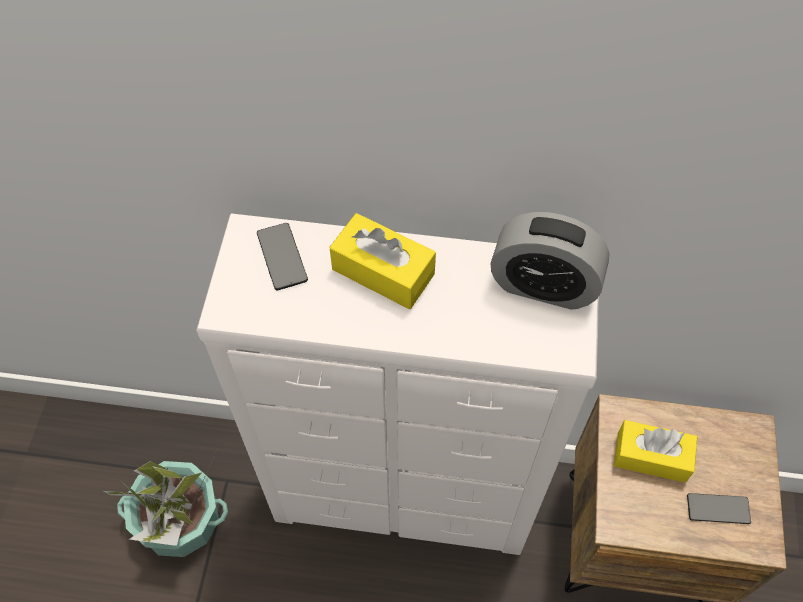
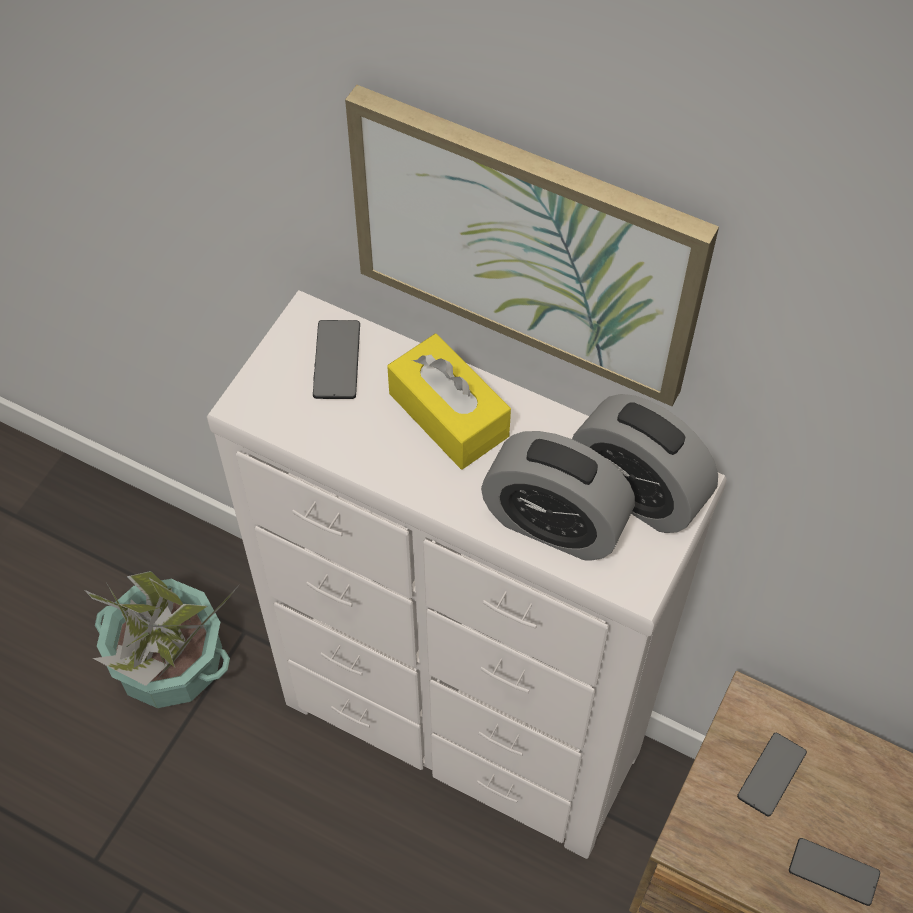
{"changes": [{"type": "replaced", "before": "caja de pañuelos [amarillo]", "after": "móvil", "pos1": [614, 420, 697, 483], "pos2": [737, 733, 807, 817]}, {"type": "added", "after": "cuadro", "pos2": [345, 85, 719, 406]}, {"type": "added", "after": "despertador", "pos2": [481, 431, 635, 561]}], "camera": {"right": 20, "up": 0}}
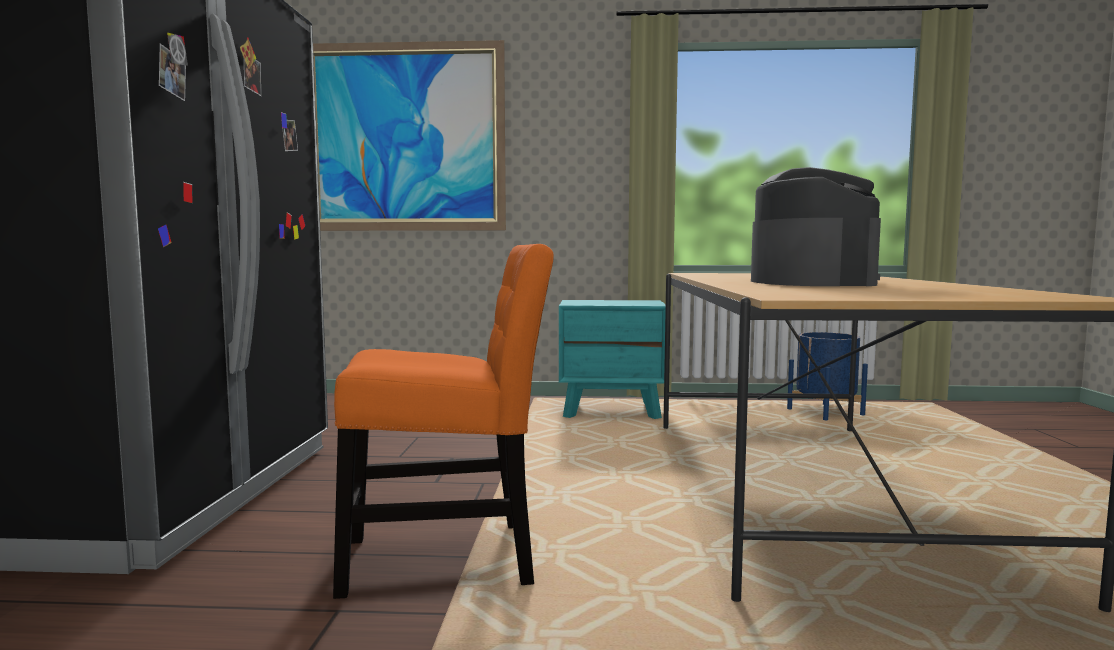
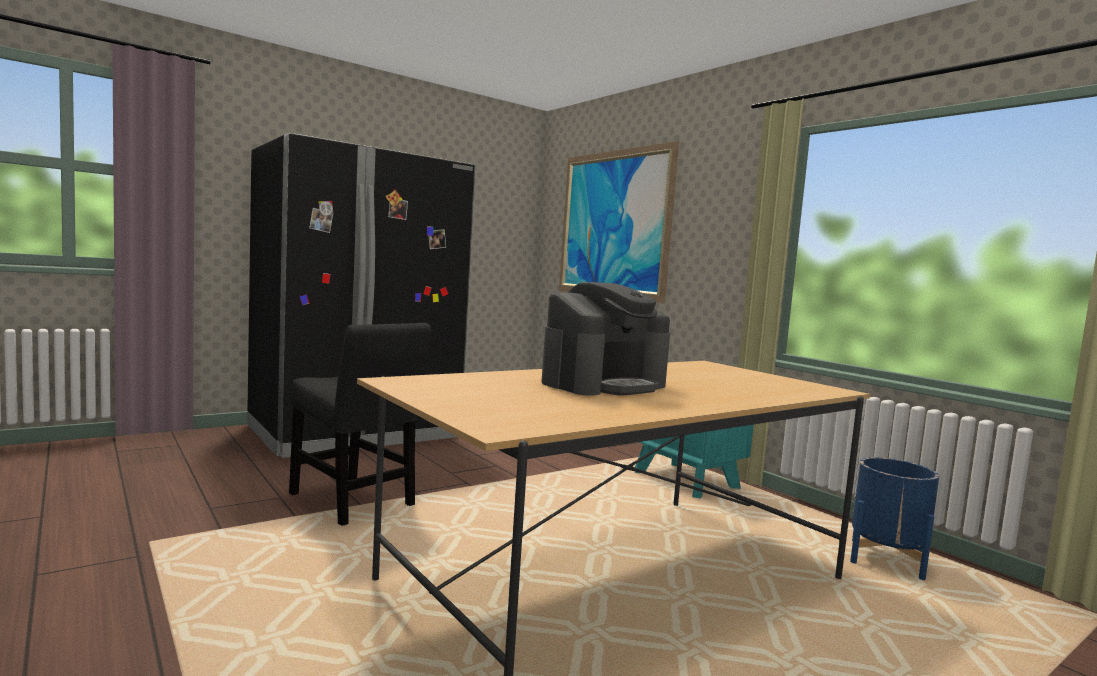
{"changes": [{"type": "recoloured", "before": "silla [naranja]", "after": "silla [negro]", "pos1": [333, 244, 554, 599], "pos2": [289, 323, 431, 526]}], "camera": {"right": 50, "up": 0}}
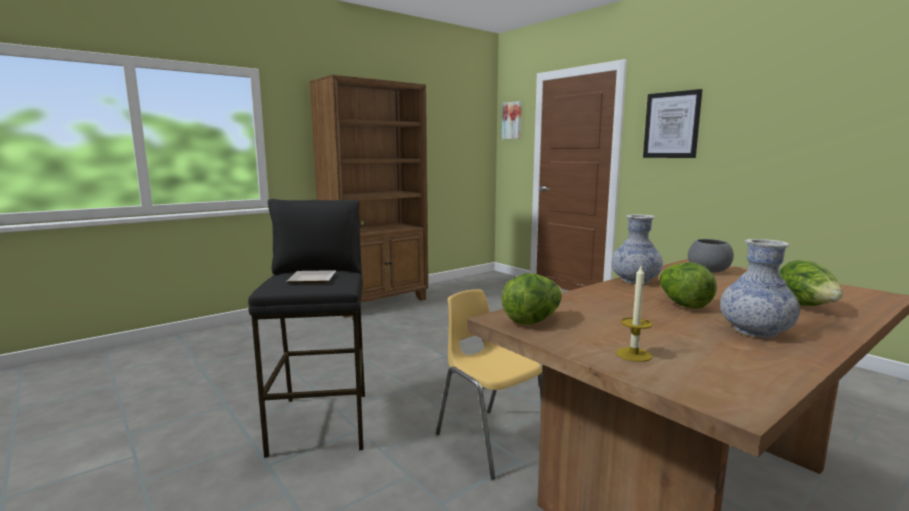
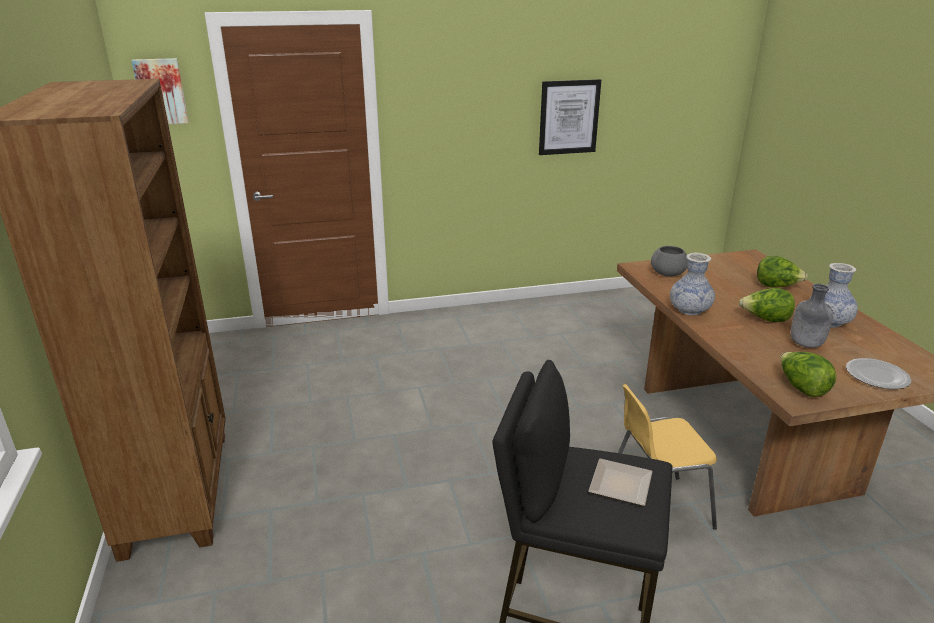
{"changes": [{"type": "replaced", "before": "vela", "after": "plato", "pos1": [616, 264, 652, 362], "pos2": [846, 358, 911, 389]}, {"type": "moved", "before": "cuadro", "pos1": [643, 89, 702, 158], "pos2": [539, 79, 601, 155]}, {"type": "added", "after": "botella [gris]", "pos2": [791, 284, 833, 348]}], "camera": {"right": -65, "up": 15}}
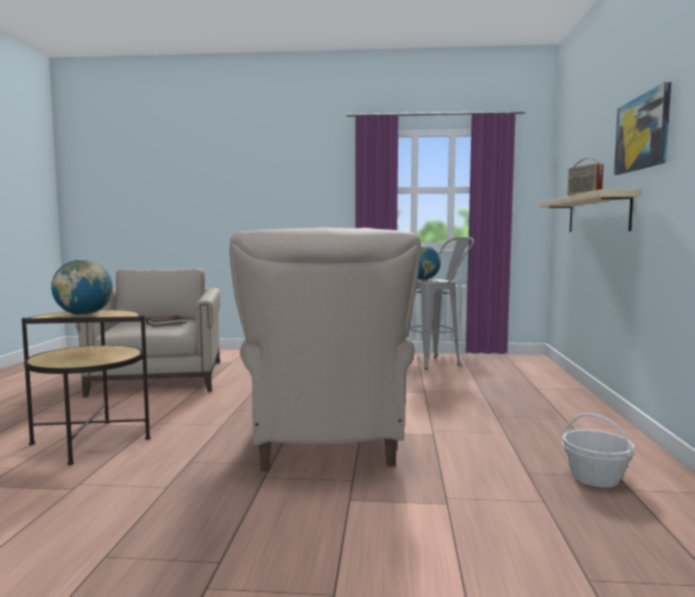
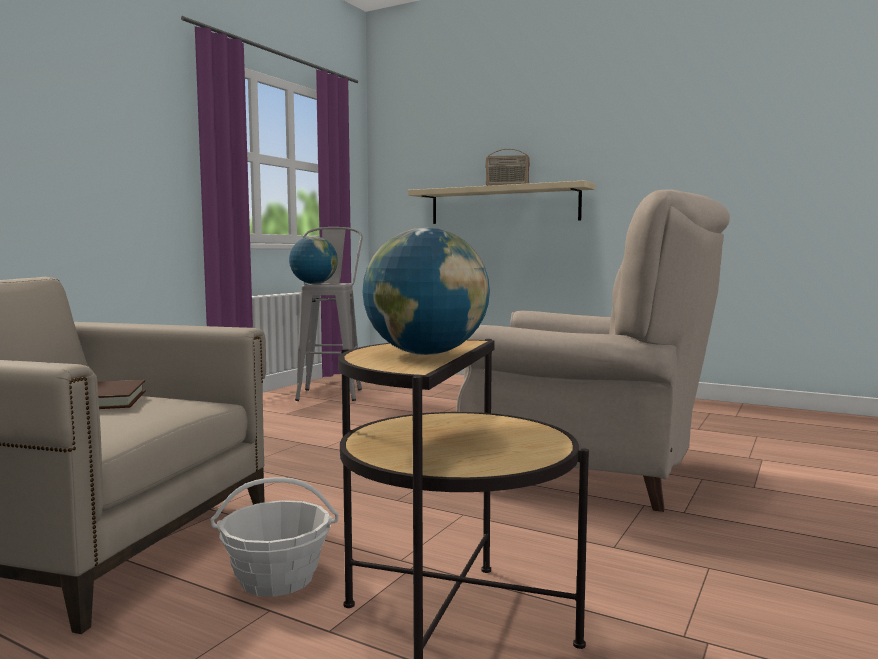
{"changes": [{"type": "moved", "before": "cesta", "pos1": [562, 413, 635, 487], "pos2": [210, 477, 339, 597]}, {"type": "removed", "before": "cuadro", "pos1": [614, 82, 671, 175]}], "camera": {"right": -65, "up": 0}}
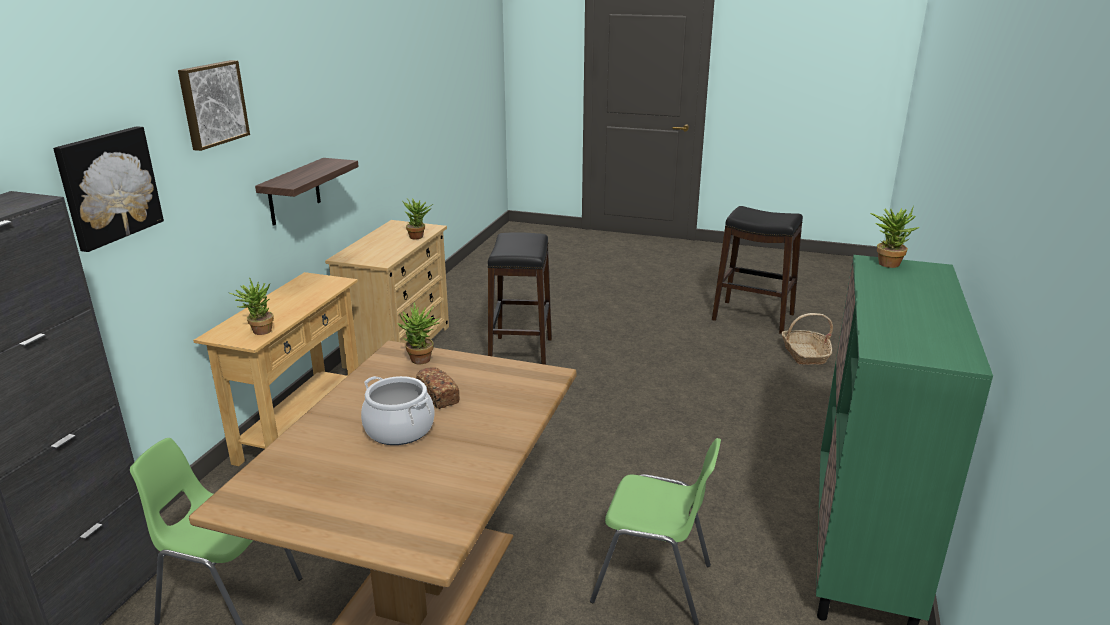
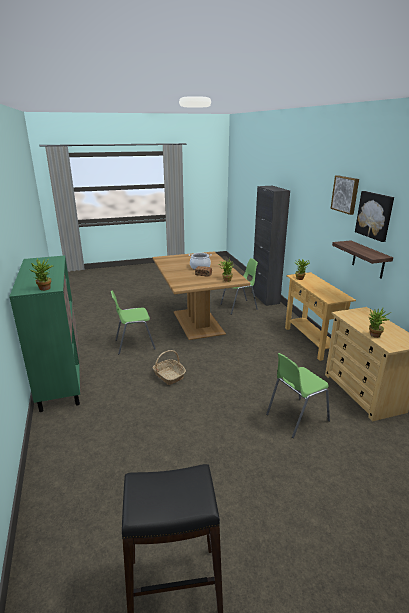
{"changes": [{"type": "moved", "before": "cuadro", "pos1": [53, 126, 164, 252], "pos2": [355, 191, 394, 242]}, {"type": "replaced", "before": "taburete [negro]", "after": "silla [verde]", "pos1": [488, 232, 552, 365], "pos2": [266, 353, 330, 438]}, {"type": "moved", "before": "cesta", "pos1": [781, 313, 833, 365], "pos2": [152, 350, 186, 385]}], "camera": {"right": 145, "up": 0}}
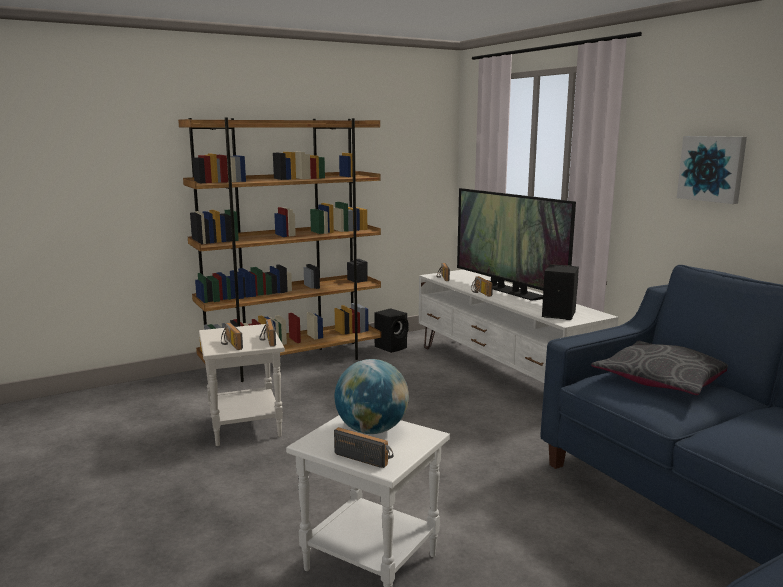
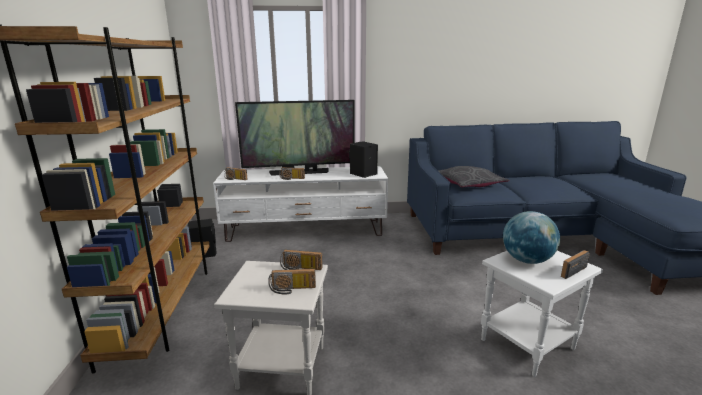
{"changes": [{"type": "removed", "before": "cuadro", "pos1": [677, 136, 747, 204]}], "camera": {"right": -65, "up": 5}}
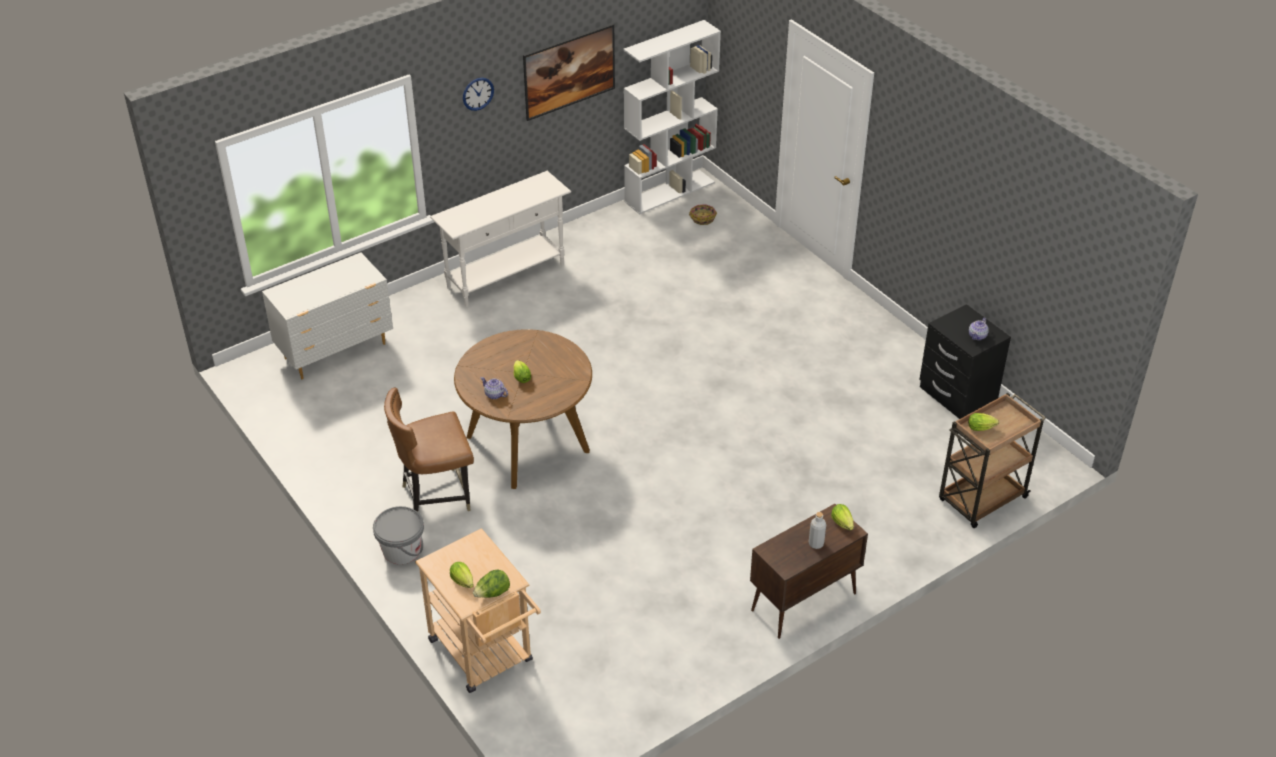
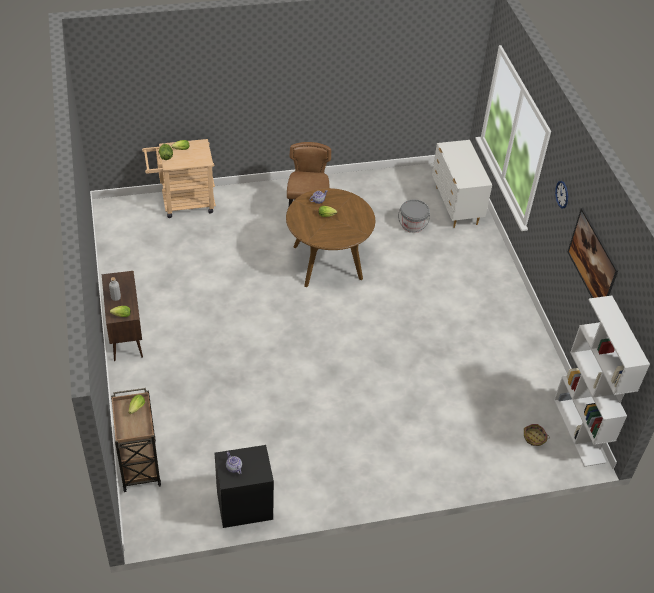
{"changes": [{"type": "moved", "before": "cubo [gris]", "pos1": [373, 506, 424, 564], "pos2": [398, 200, 430, 233]}, {"type": "removed", "before": "mesa consola [blanco]", "pos1": [430, 171, 571, 307]}], "camera": {"right": 110, "up": 5}}
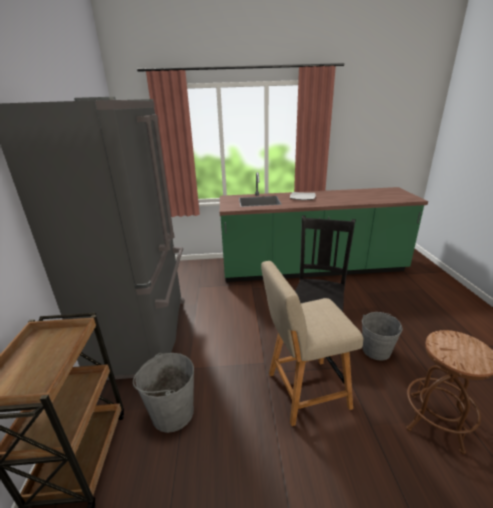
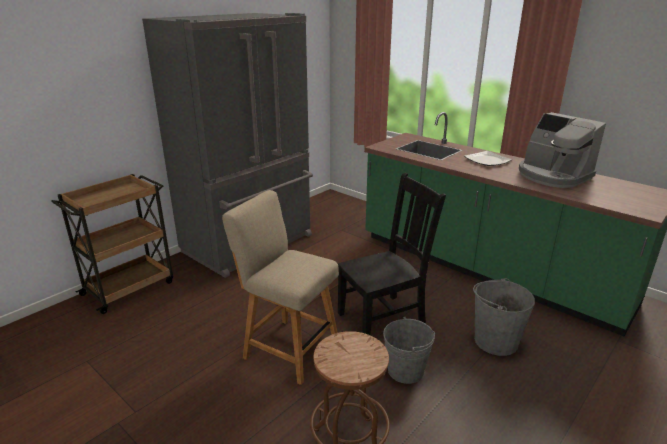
{"changes": [{"type": "moved", "before": "cubo [gris]", "pos1": [133, 353, 194, 433], "pos2": [473, 278, 535, 356]}, {"type": "added", "after": "cafetera", "pos2": [519, 112, 606, 188]}], "camera": {"right": 45, "up": 0}}
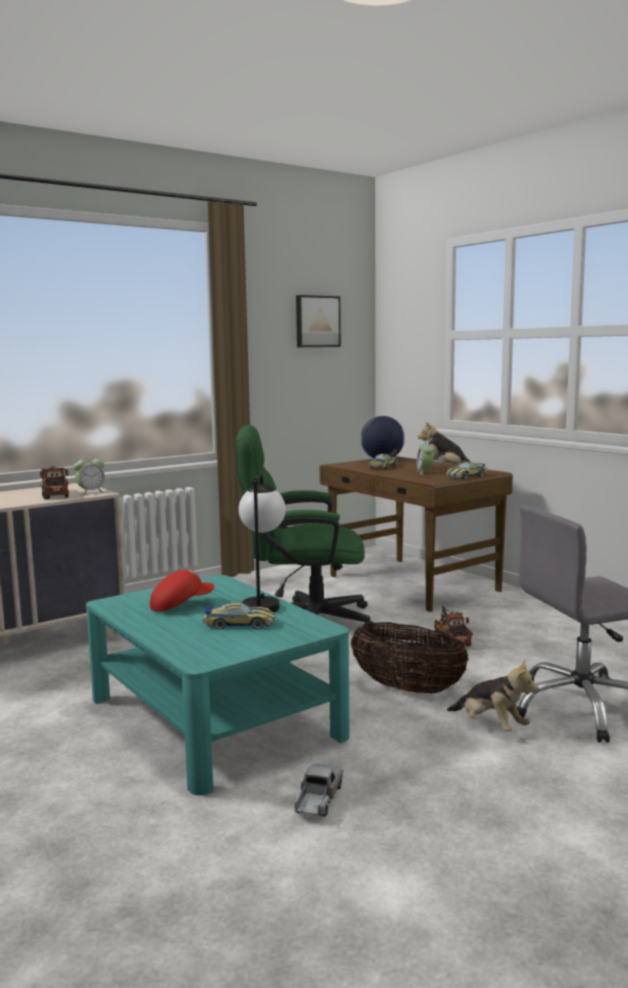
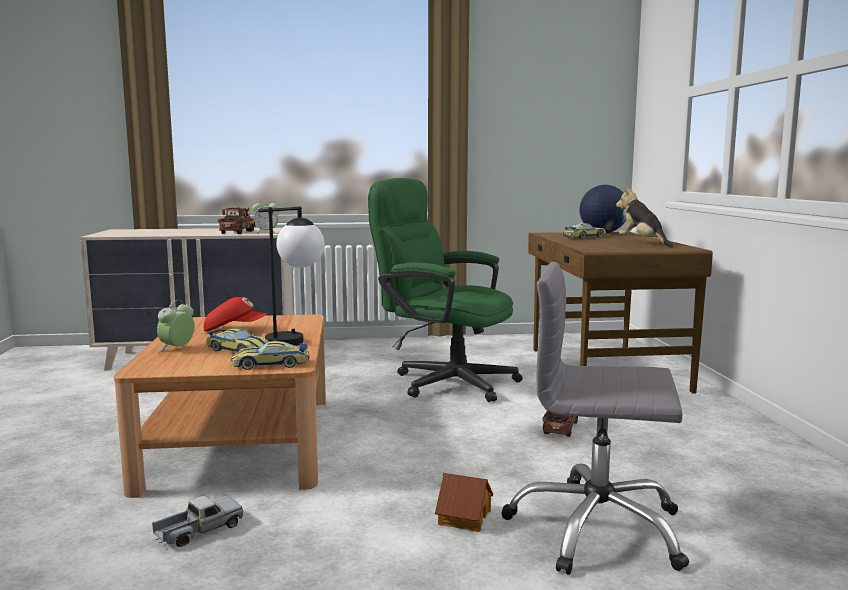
{"changes": [{"type": "recoloured", "before": "mesa de centro [turquesa]", "after": "mesa de centro [marrón]", "pos1": [86, 575, 350, 796], "pos2": [114, 315, 326, 498]}, {"type": "removed", "before": "cuadro", "pos1": [296, 295, 341, 347]}, {"type": "removed", "before": "cesta", "pos1": [350, 622, 469, 694]}, {"type": "moved", "before": "despertador", "pos1": [416, 440, 434, 475], "pos2": [157, 300, 195, 352]}, {"type": "moved", "before": "coche de juguete", "pos1": [446, 462, 487, 479], "pos2": [231, 341, 309, 370]}, {"type": "replaced", "before": "peluche", "after": "casita", "pos1": [447, 659, 539, 732], "pos2": [435, 473, 493, 532]}], "camera": {"right": 30, "up": 0}}
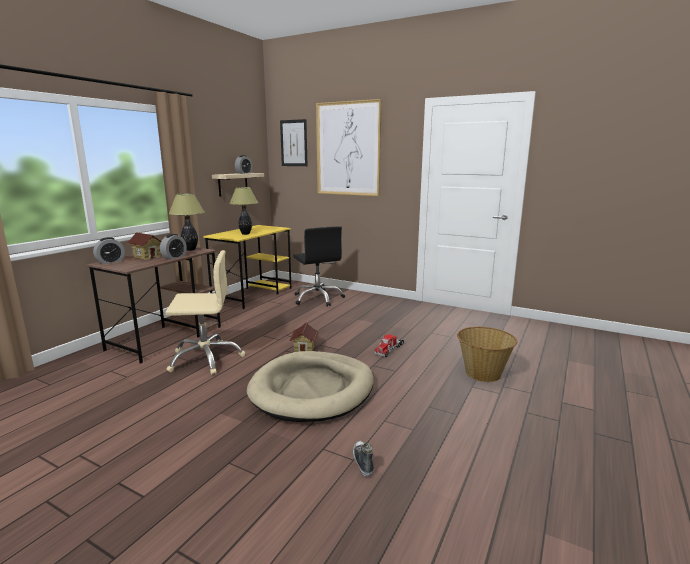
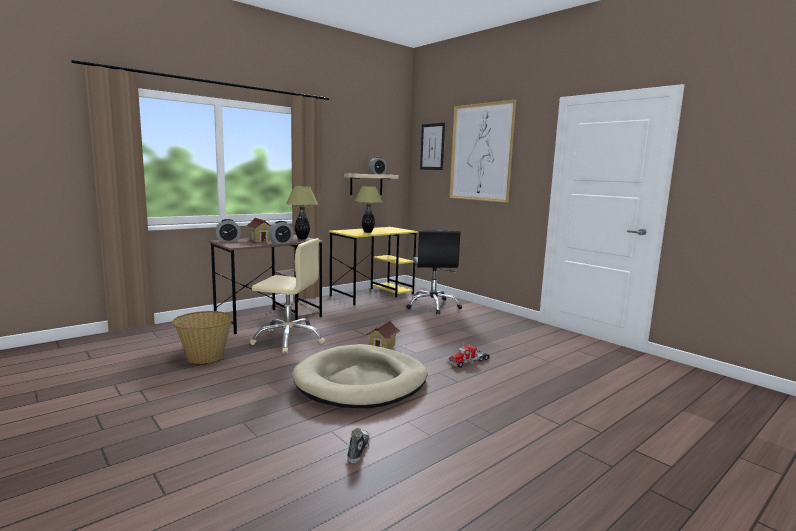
{"changes": [{"type": "moved", "before": "cesta", "pos1": [457, 327, 517, 382], "pos2": [172, 311, 233, 364]}], "camera": {"right": 20, "up": -5}}
